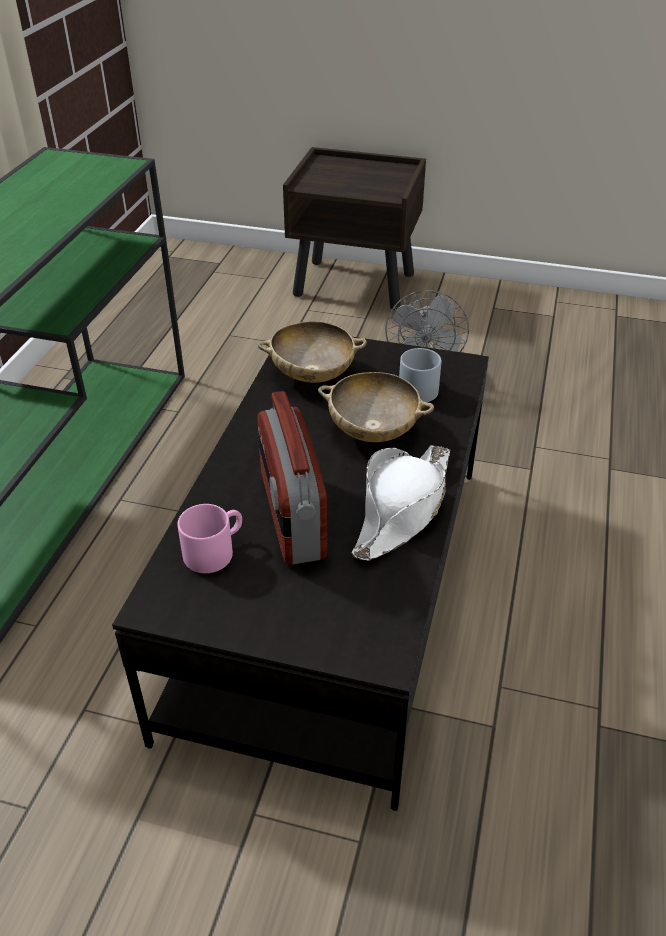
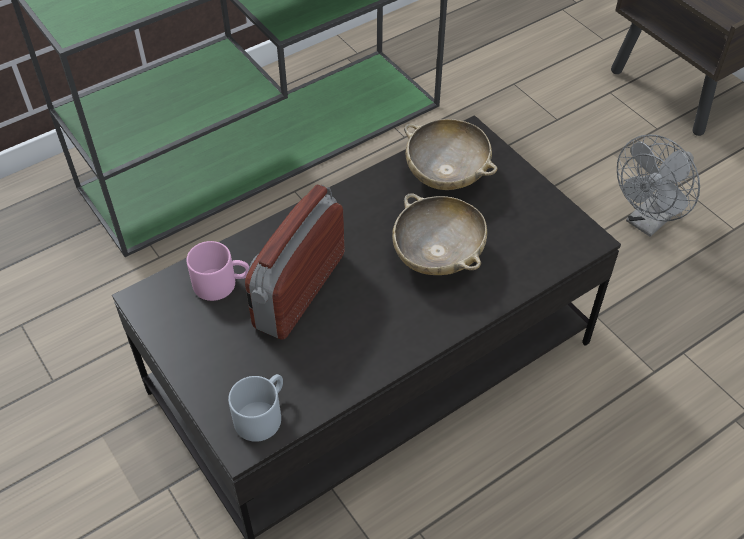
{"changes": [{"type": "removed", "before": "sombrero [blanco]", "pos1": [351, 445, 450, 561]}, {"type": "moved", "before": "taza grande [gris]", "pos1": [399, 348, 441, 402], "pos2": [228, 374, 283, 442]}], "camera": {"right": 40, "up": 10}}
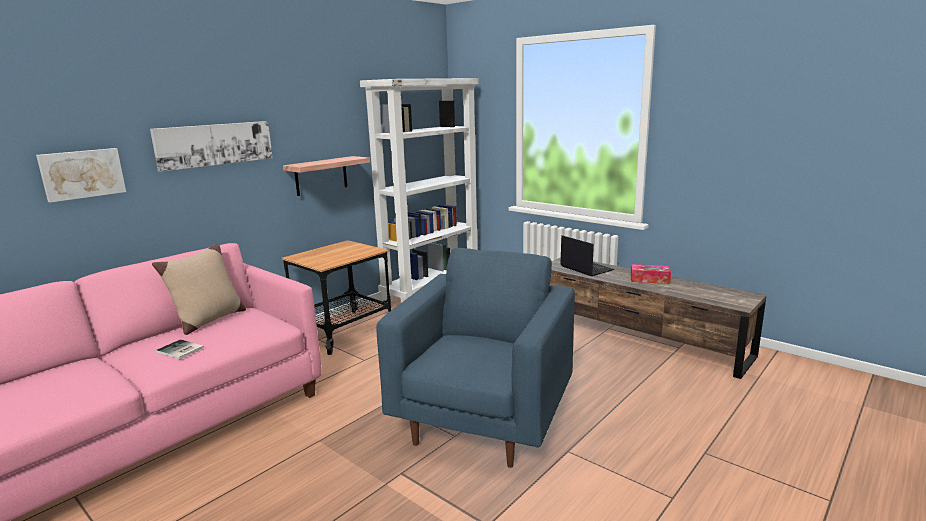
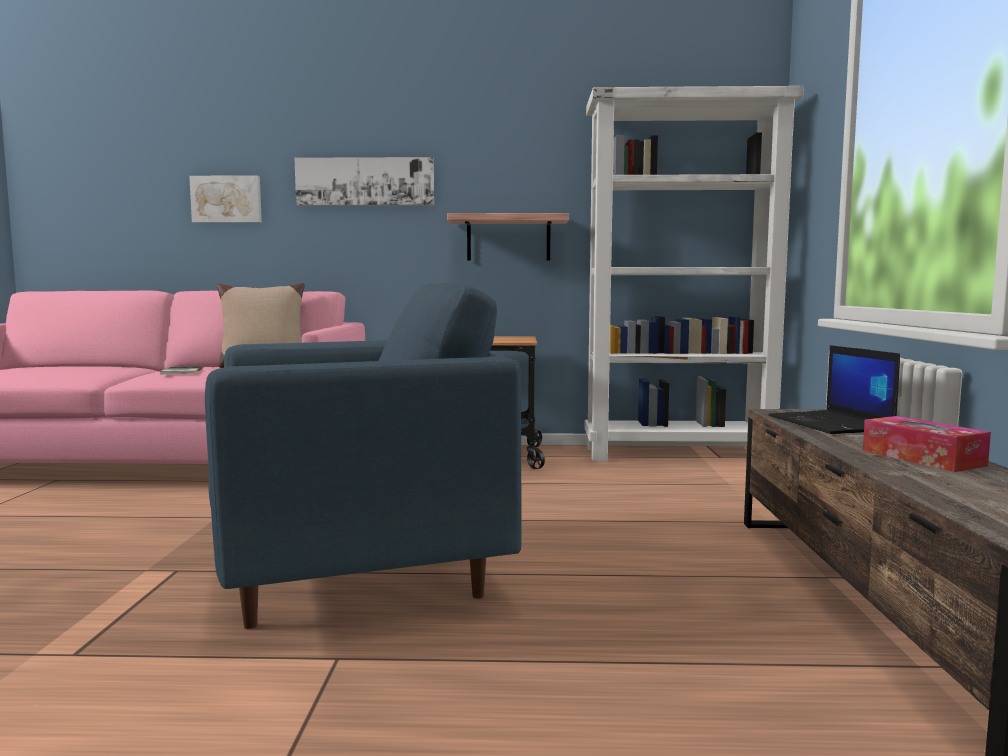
{"changes": [{"type": "turned", "before": "portátil", "pos1": [560, 235, 614, 276], "pos2": [768, 345, 900, 434], "turn": 150}], "camera": {"right": 50, "up": -10}}
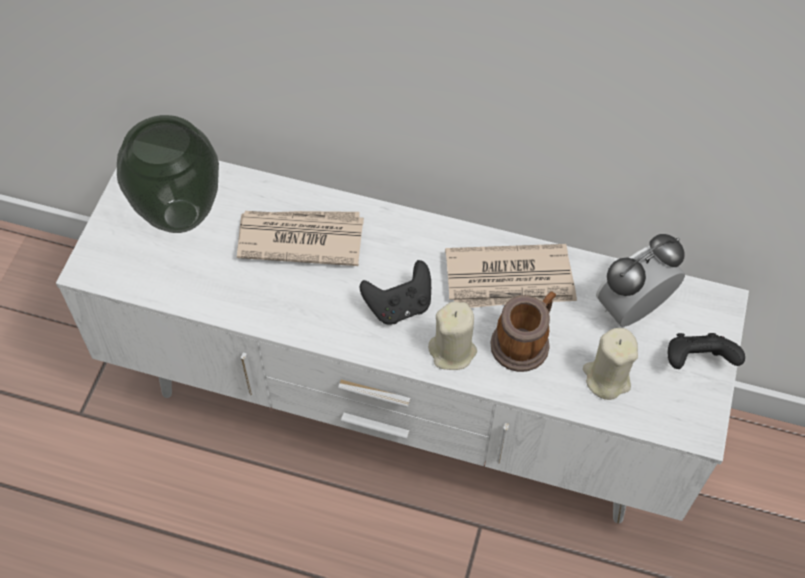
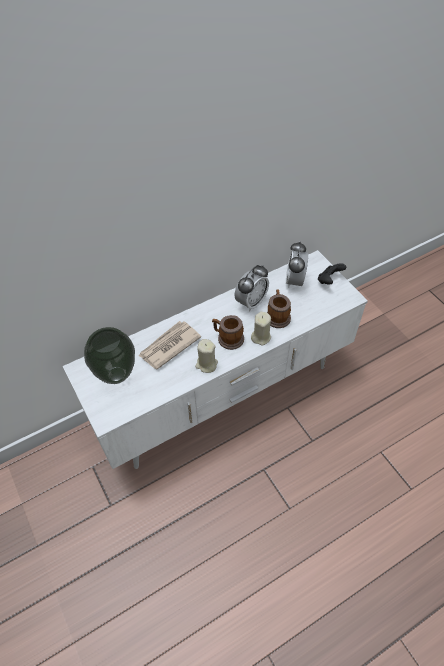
{"changes": [{"type": "replaced", "before": "mando de consola [negro]", "after": "taza grande", "pos1": [360, 260, 431, 325], "pos2": [212, 315, 244, 350]}, {"type": "replaced", "before": "periódico", "after": "despertador", "pos1": [445, 244, 577, 308], "pos2": [235, 265, 269, 312]}, {"type": "moved", "before": "vela [beis]", "pos1": [583, 328, 638, 400], "pos2": [195, 339, 218, 373]}], "camera": {"right": -45, "up": -5}}
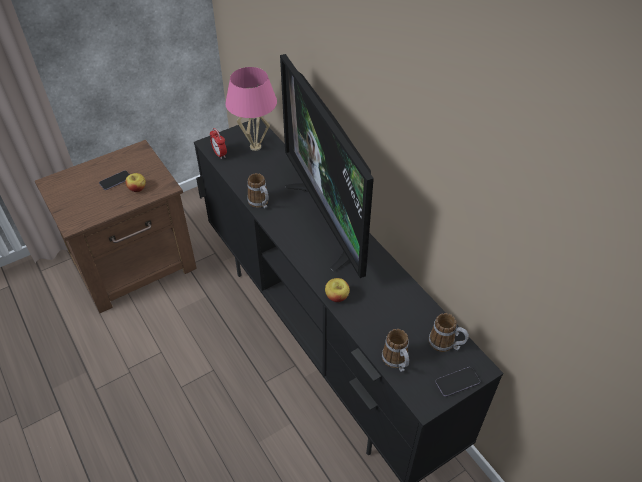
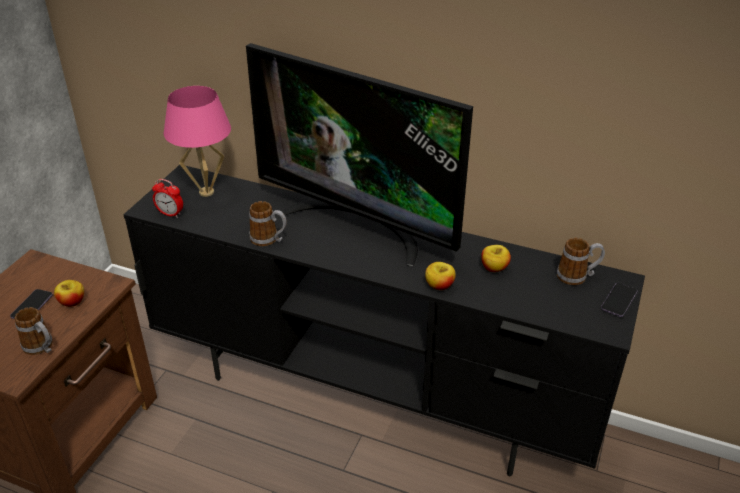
{"changes": [{"type": "moved", "before": "taza grande", "pos1": [382, 329, 409, 372], "pos2": [15, 307, 53, 355]}, {"type": "added", "after": "manzana", "pos2": [481, 245, 511, 272]}], "camera": {"right": -35, "up": -10}}
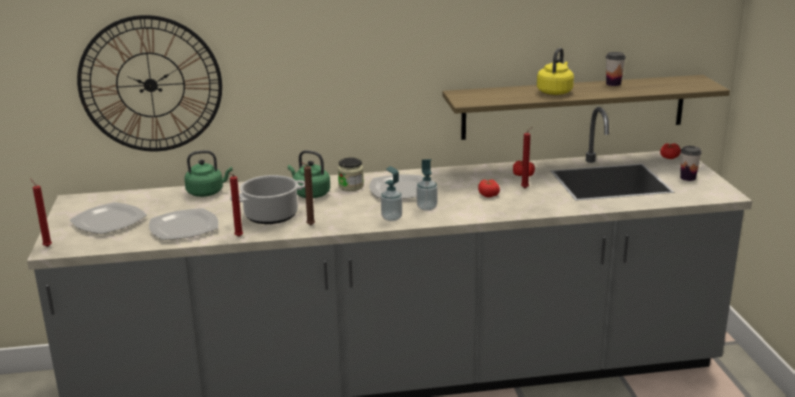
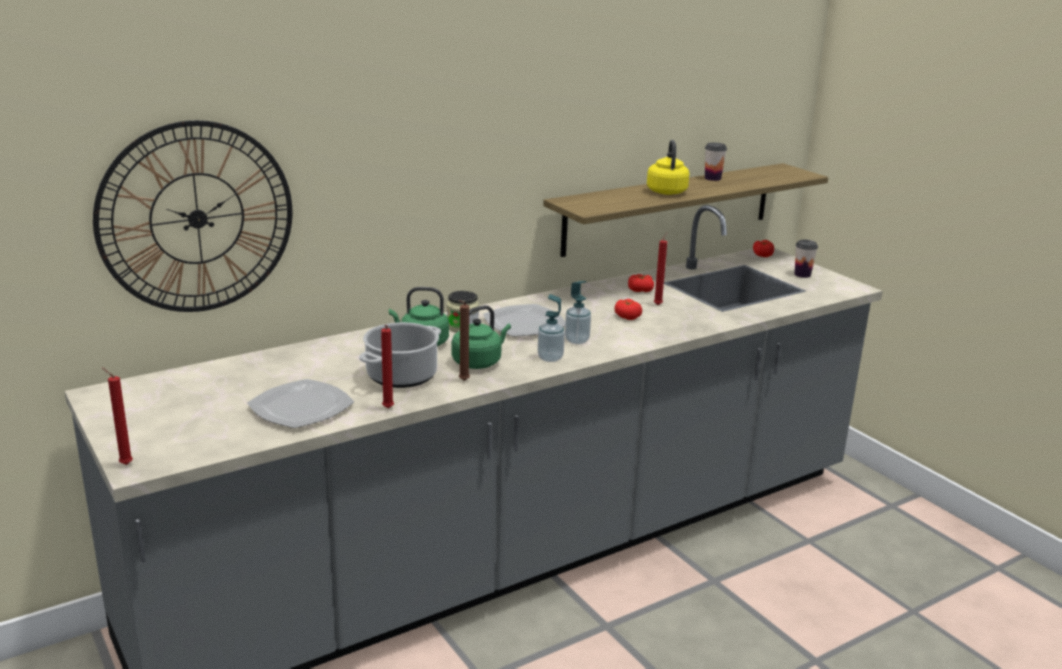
{"changes": [{"type": "removed", "before": "plato", "pos1": [70, 202, 147, 234]}, {"type": "moved", "before": "hervidor [verde]", "pos1": [184, 150, 233, 197], "pos2": [452, 305, 511, 369]}], "camera": {"right": -25, "up": 0}}
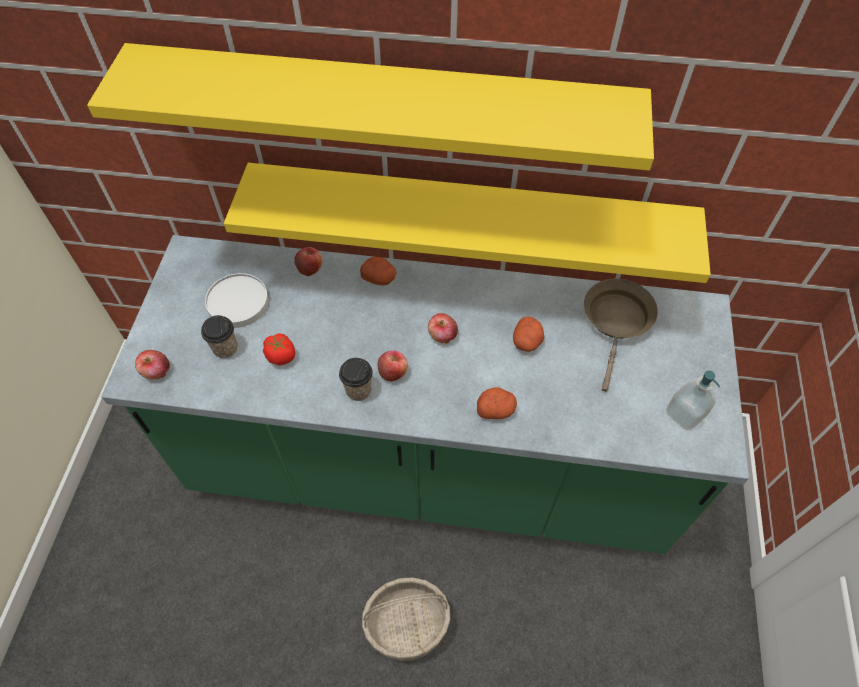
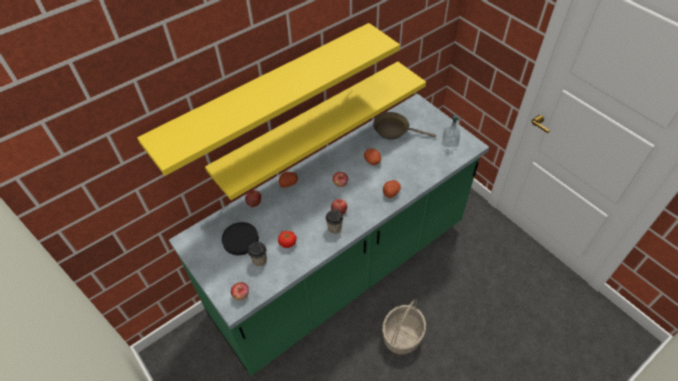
{"changes": [{"type": "recoloured", "before": "plato [blanco]", "after": "plato [negro]", "pos1": [205, 273, 269, 328], "pos2": [222, 222, 259, 255]}, {"type": "turned", "before": "sartén [marrón]", "pos1": [584, 278, 658, 392], "pos2": [373, 112, 436, 140], "turn": -45}], "camera": {"right": -45, "up": -5}}
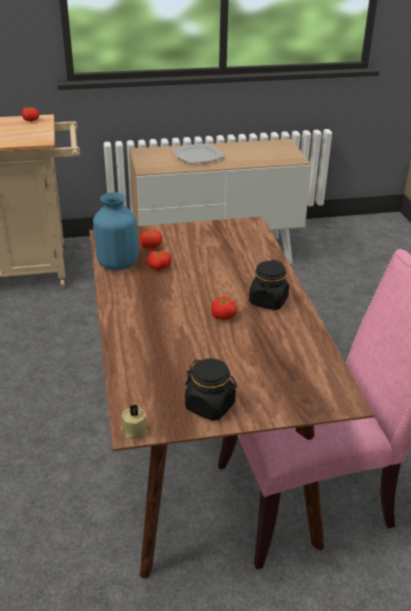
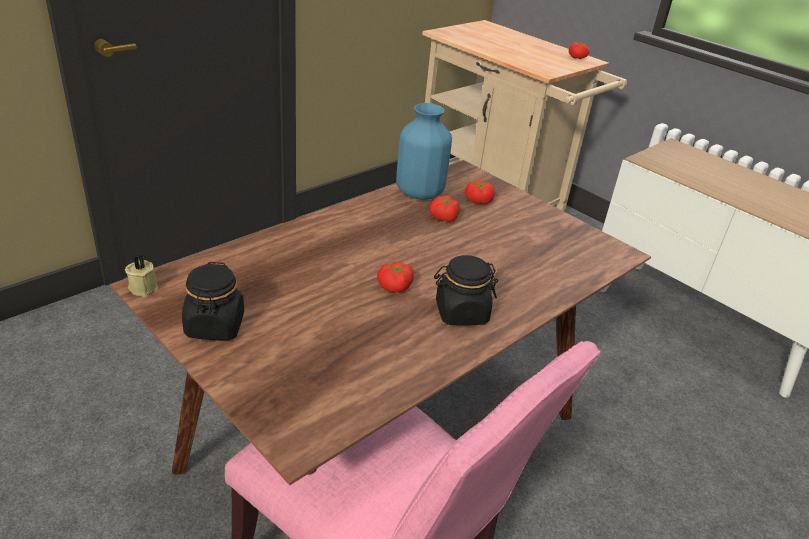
{"changes": [{"type": "removed", "before": "plato", "pos1": [173, 144, 224, 163]}], "camera": {"right": 55, "up": 0}}
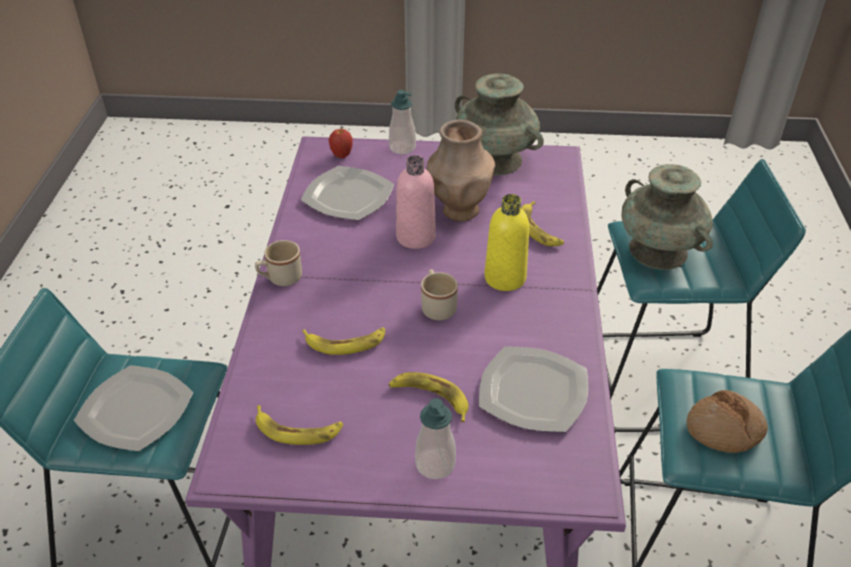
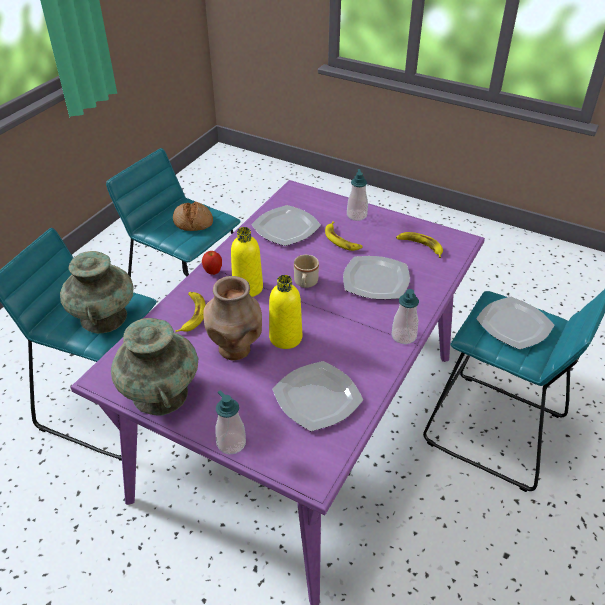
{"changes": [{"type": "replaced", "before": "taza grande [beis]", "after": "dispensador de jabón", "pos1": [255, 240, 302, 286], "pos2": [391, 289, 419, 344]}, {"type": "replaced", "before": "plátano", "after": "plato", "pos1": [302, 327, 385, 355], "pos2": [343, 256, 410, 299]}, {"type": "moved", "before": "manzana", "pos1": [329, 129, 353, 158], "pos2": [202, 251, 222, 275]}, {"type": "recoloured", "before": "botella [rosa]", "after": "botella [amarillo]", "pos1": [396, 155, 436, 249], "pos2": [269, 275, 302, 349]}], "camera": {"right": -155, "up": 0}}
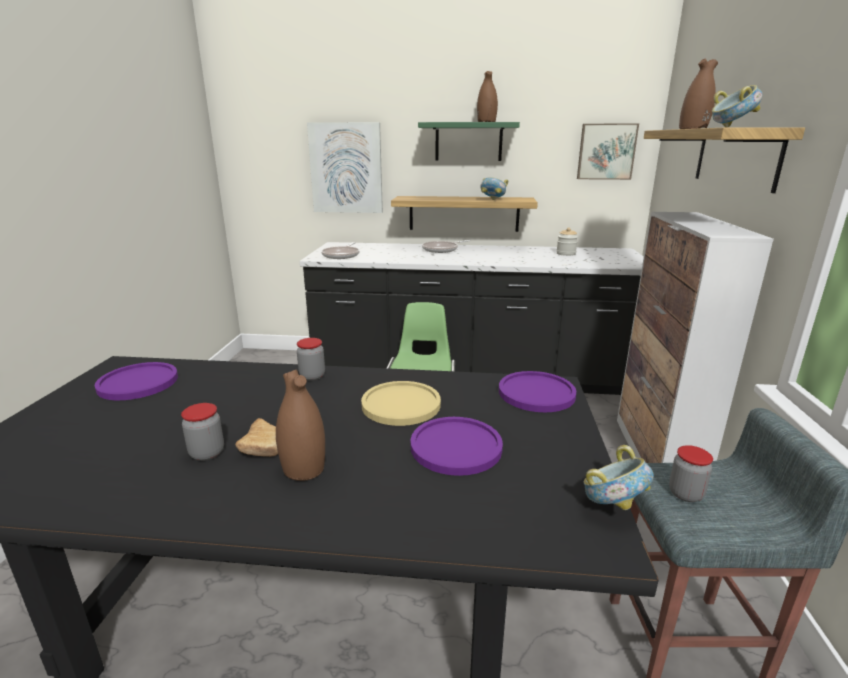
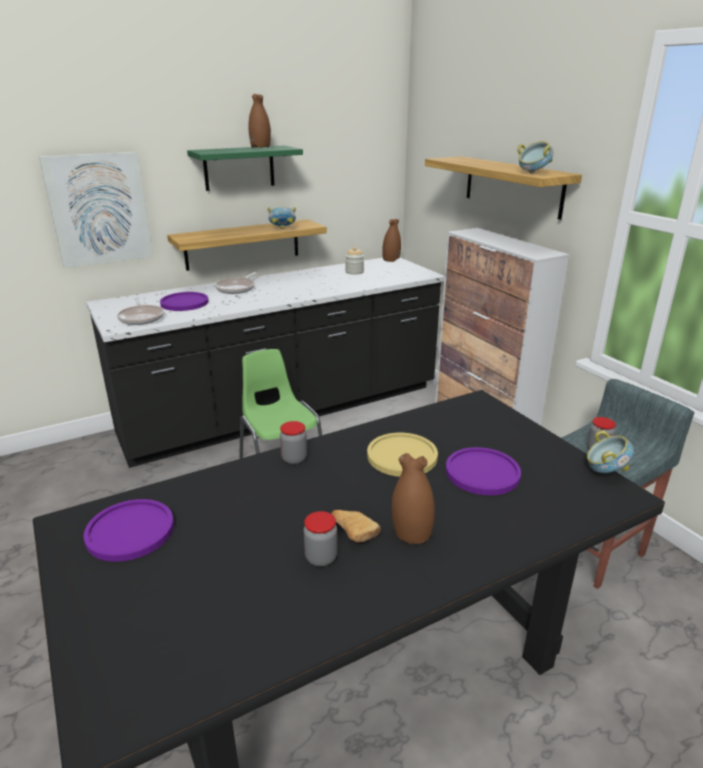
{"changes": [{"type": "moved", "before": "plato [morado]", "pos1": [499, 371, 576, 412], "pos2": [160, 292, 209, 311]}, {"type": "removed", "before": "cuadro", "pos1": [577, 124, 639, 180]}, {"type": "moved", "before": "florero [marrón]", "pos1": [679, 59, 718, 129], "pos2": [382, 219, 401, 262]}], "camera": {"right": -35, "up": 5}}
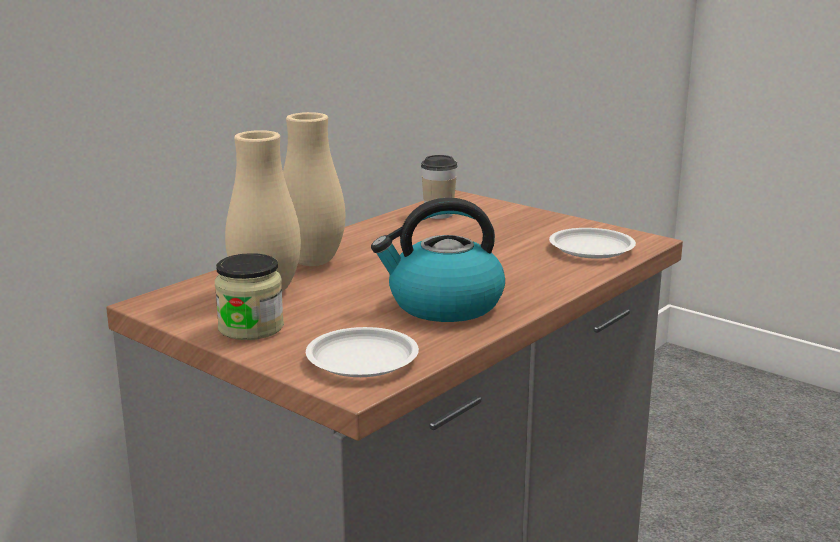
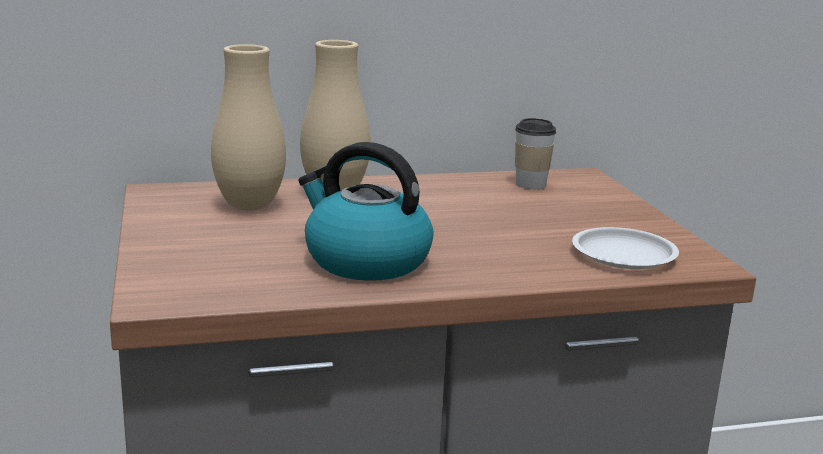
{"changes": [{"type": "removed", "before": "tarro", "pos1": [215, 253, 284, 340]}, {"type": "removed", "before": "plato [blanco]", "pos1": [306, 327, 419, 377]}], "camera": {"right": 35, "up": 0}}
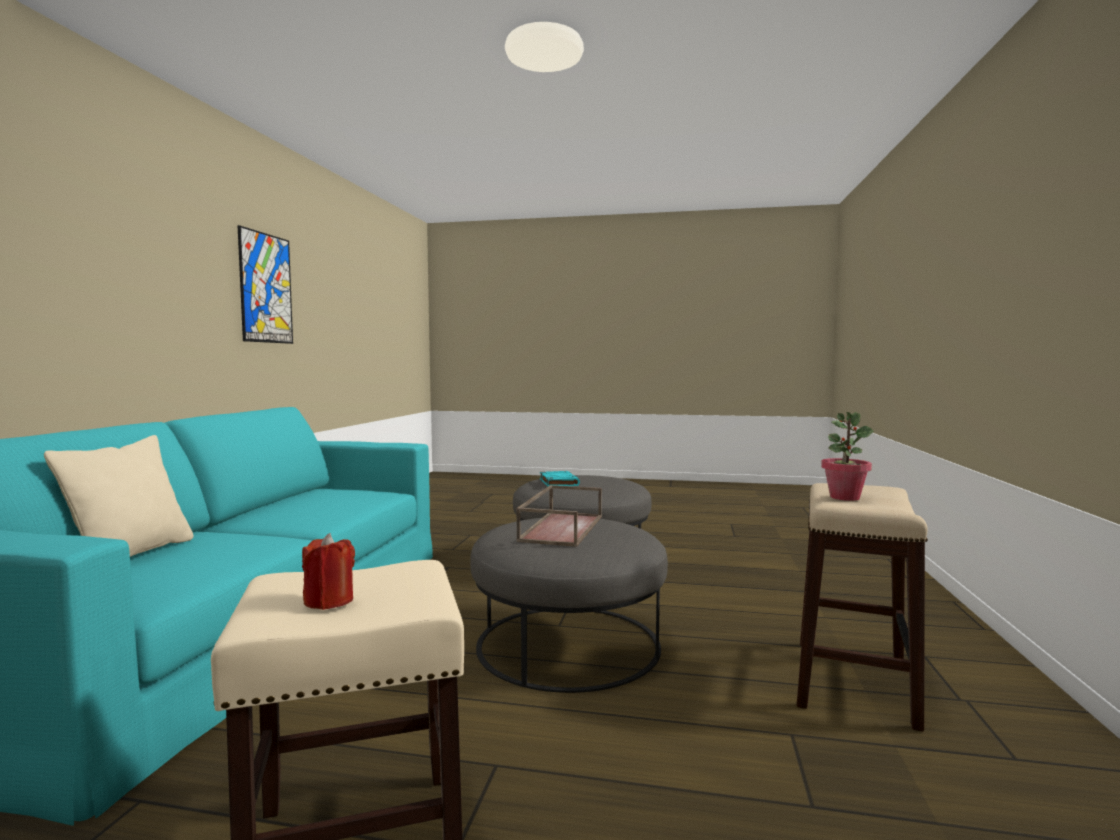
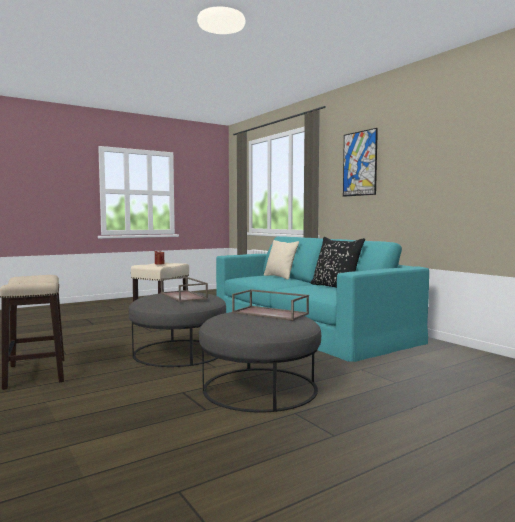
{"changes": [{"type": "moved", "before": "cuadro", "pos1": [238, 225, 293, 344], "pos2": [343, 128, 378, 197]}, {"type": "replaced", "before": "libro [turquesa]", "after": "bandeja [marrón]", "pos1": [540, 471, 580, 486], "pos2": [232, 289, 309, 321]}, {"type": "removed", "before": "planta en maceta", "pos1": [821, 412, 873, 501]}, {"type": "added", "after": "cojín [negro]", "pos2": [311, 237, 365, 288]}], "camera": {"right": 135, "up": 0}}
